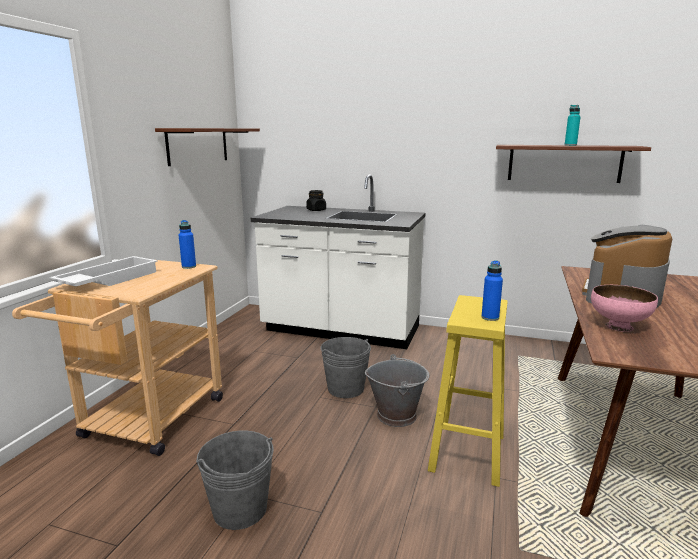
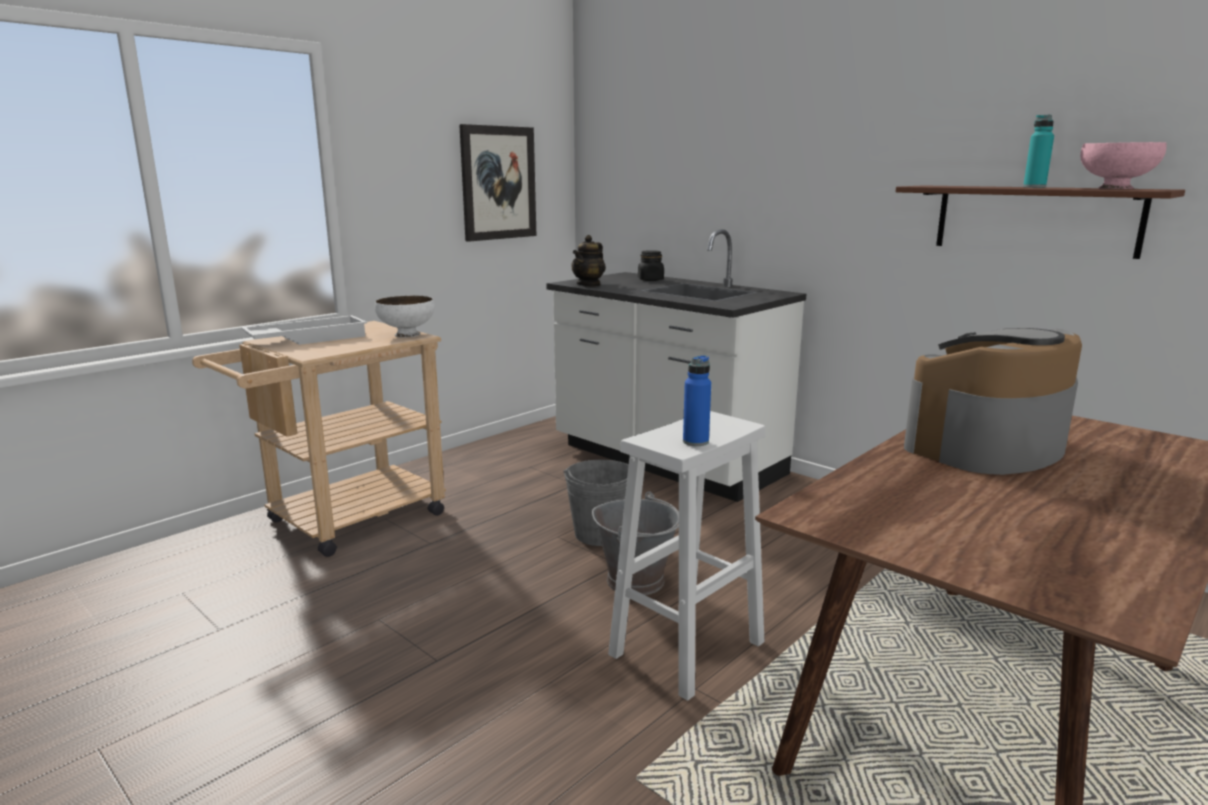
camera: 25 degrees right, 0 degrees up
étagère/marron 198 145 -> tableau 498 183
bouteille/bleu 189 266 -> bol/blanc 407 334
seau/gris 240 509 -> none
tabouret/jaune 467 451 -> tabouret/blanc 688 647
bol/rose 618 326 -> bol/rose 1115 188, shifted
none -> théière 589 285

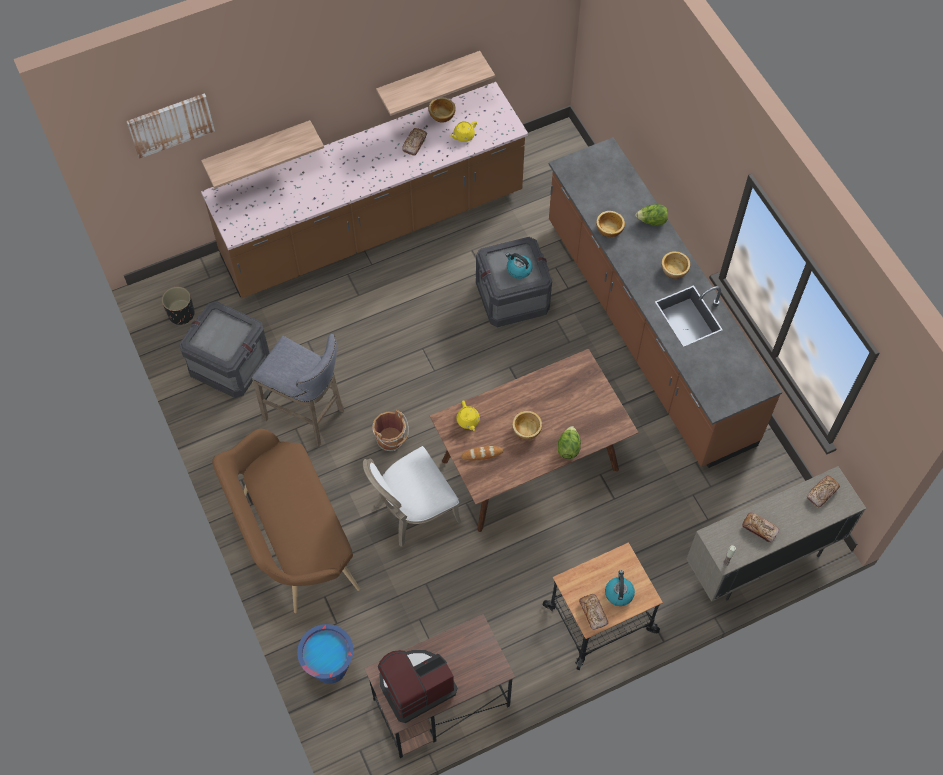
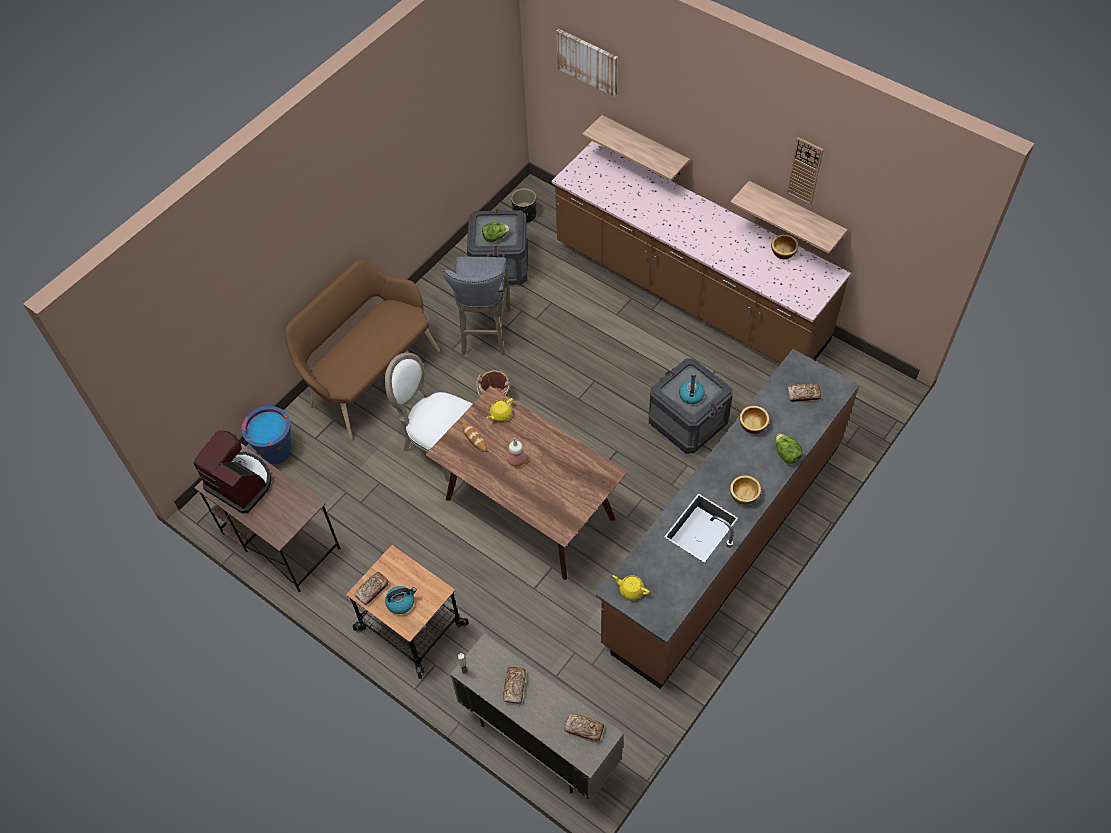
camera: 65 degrees right, 5 degrees down
pain 414 144 -> pain 803 395, shifted
théière/jaune 463 136 -> théière/jaune 631 589, shifted
bol 527 430 -> bouteille 516 460
laitue 568 448 -> laitue 495 237, shifted
none -> horloge murale 805 171

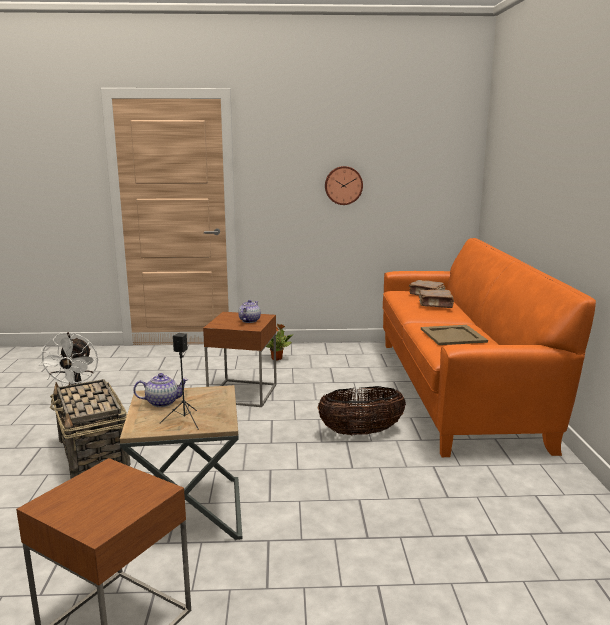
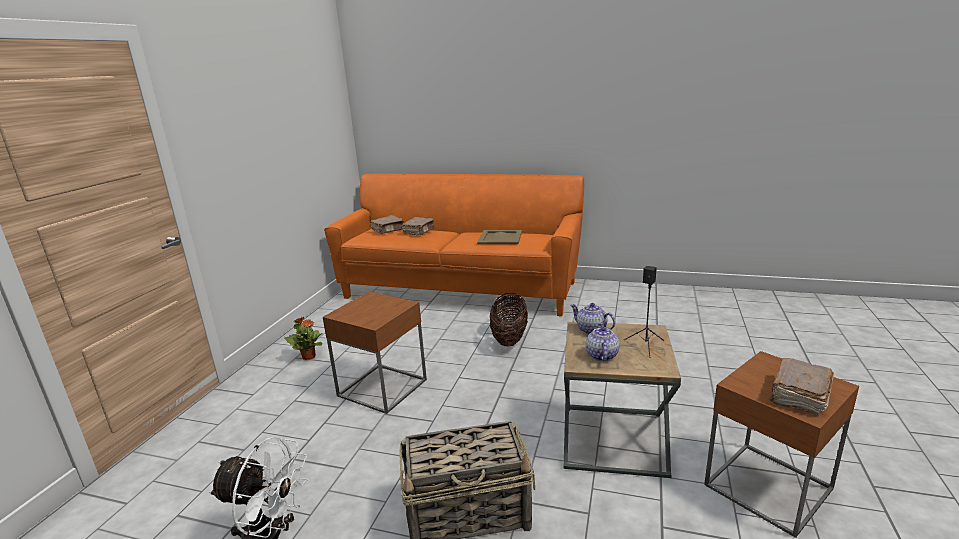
camera: 70 degrees left, 5 degrees up
théière 249 320 -> théière 591 330, shifted
horloge murale 343 185 -> none
none -> livre/marron 798 396

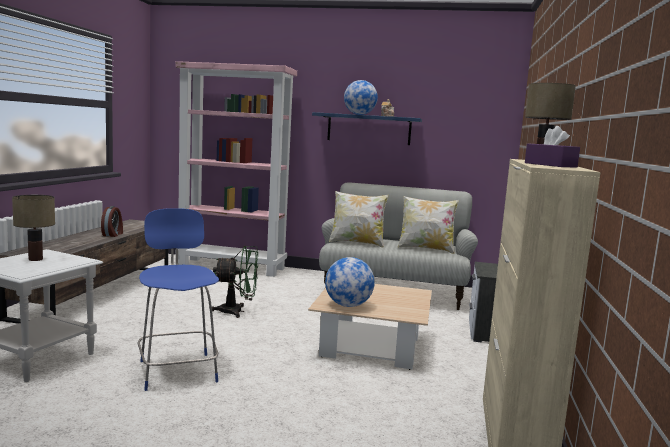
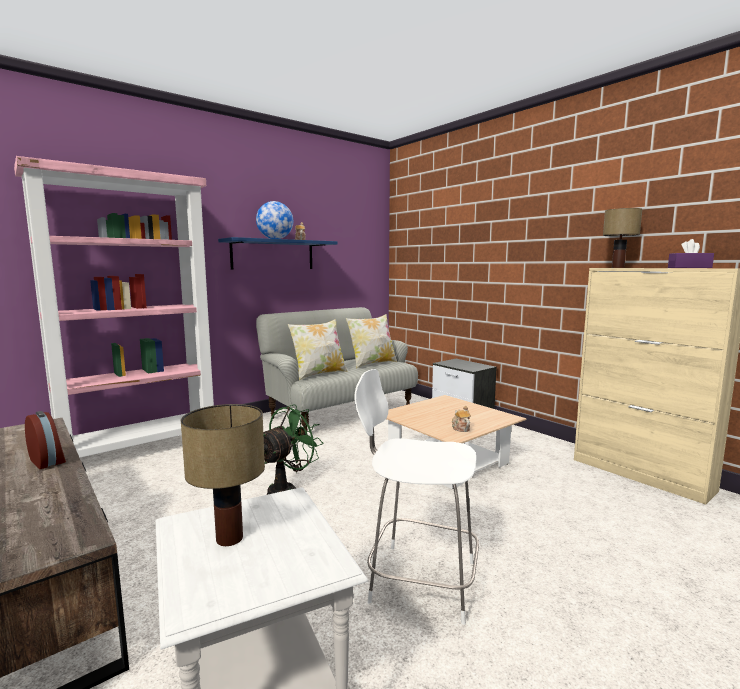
camera: 50 degrees left, 0 degrees up
tabouret/bleu 177 369 -> tabouret/blanc 419 580
globe 348 305 -> théière 460 428

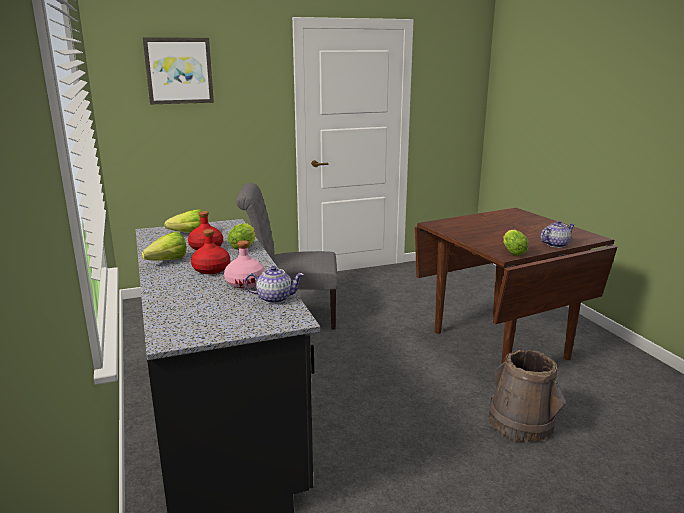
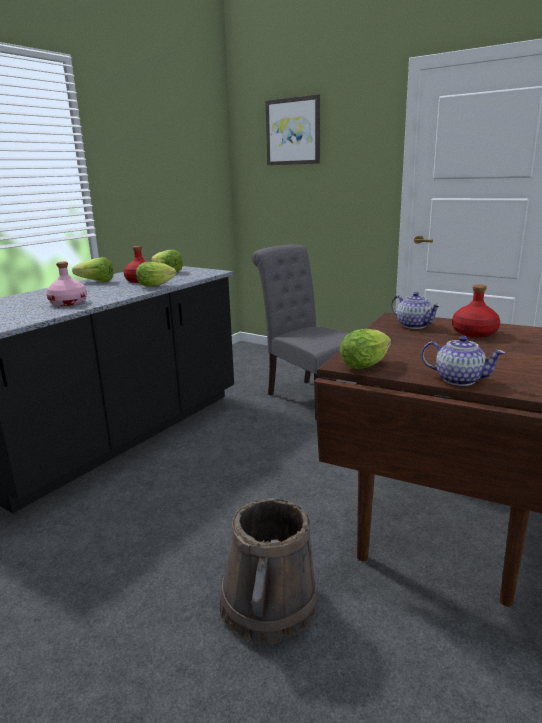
camera: 55 degrees right, 0 degrees up
bouteille/rouge 212 269 -> bouteille/rouge 474 333, shifted
théière 274 298 -> théière 413 325, shifted

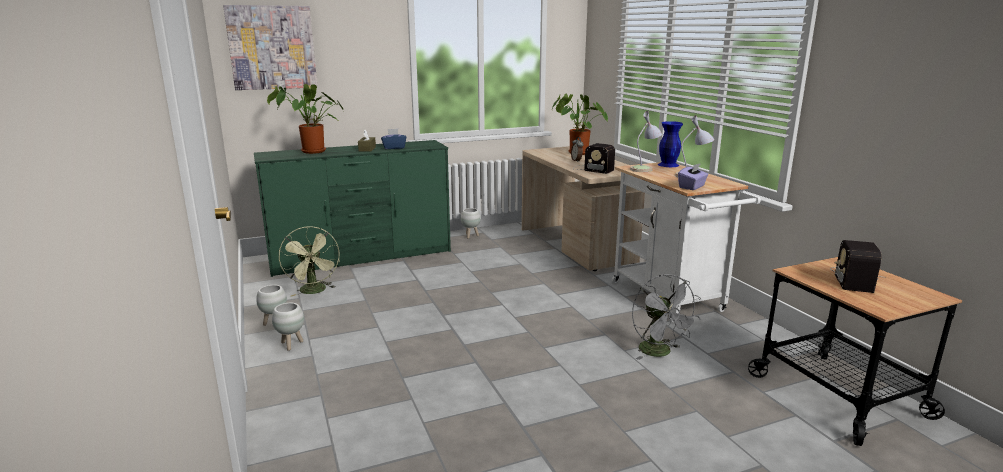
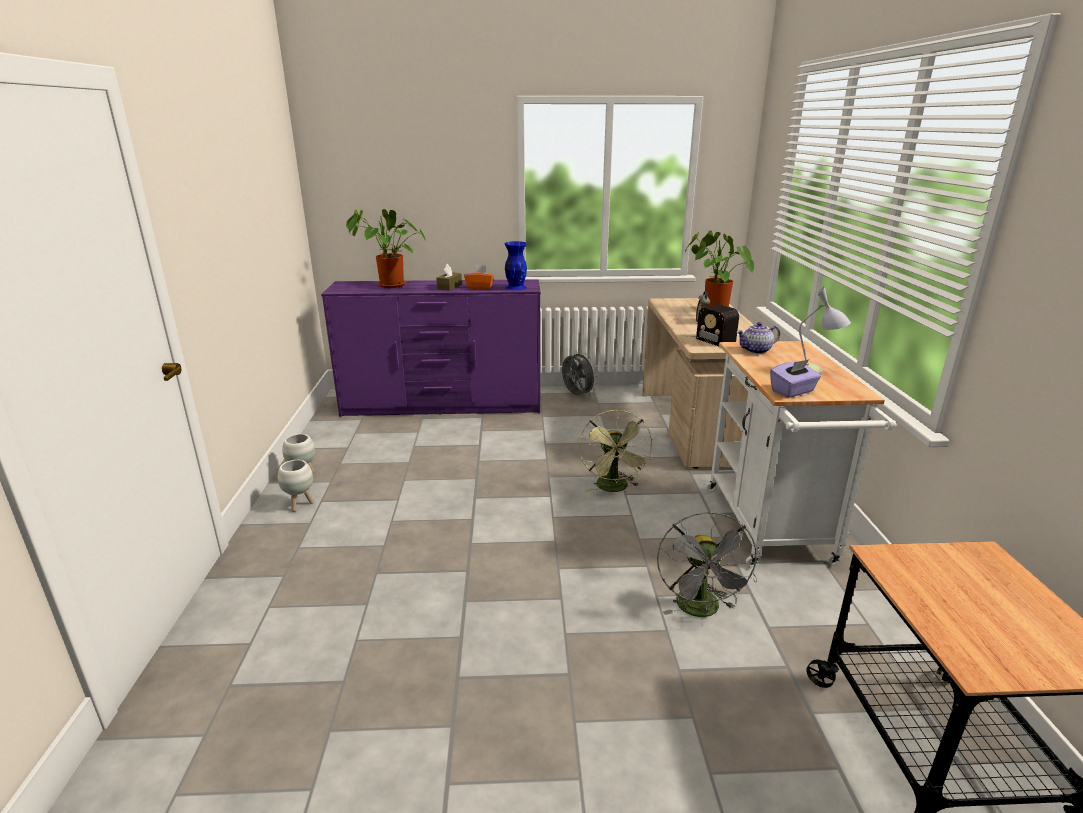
camera: 20 degrees right, 5 degrees up
tableau 272 47 -> none
commode/vert 362 256 -> commode/violet 443 405
ventilateur/vert 314 291 -> ventilateur/vert 614 488, shifted
boîte à mouchoirs/bleu 394 148 -> boîte à mouchoirs/orange 479 287
cache-pot/blanc 470 236 -> ventilateur/gris 576 395
lampe de table 644 169 -> théière 756 351
vase/bleu 667 165 -> vase/bleu 515 287, shifted
radio 853 278 -> none

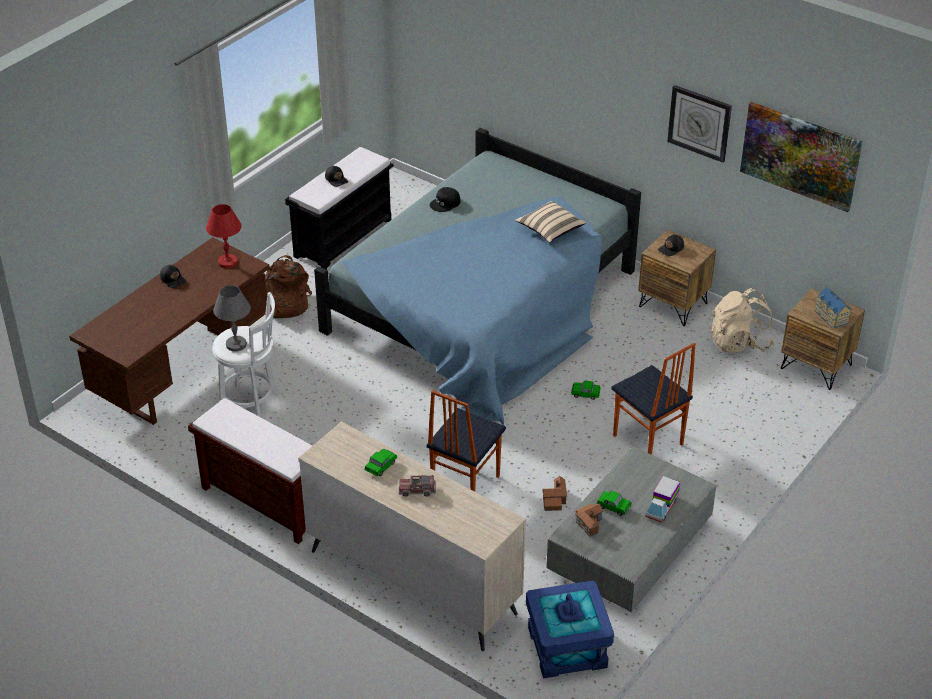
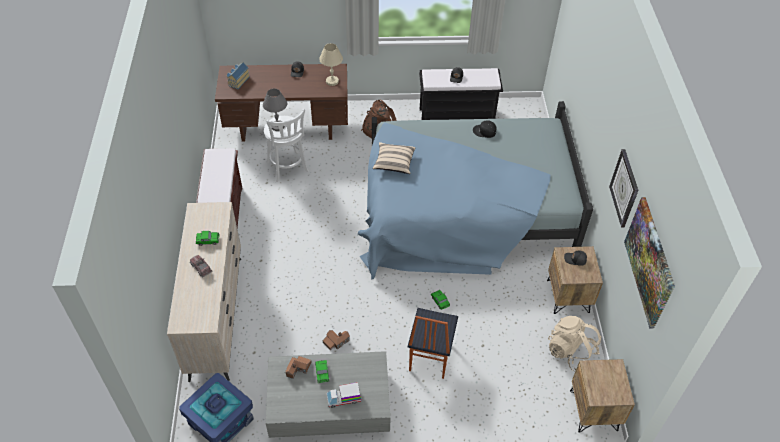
camera: 50 degrees right, 10 degrees up
lampe de table/rouge 228 262 -> lampe de table/beige 332 81
chaise 464 484 -> none
coussin/beige 550 230 -> coussin/beige 394 163, shifted
maison miniature 830 317 -> maison miniature 238 81, shifted

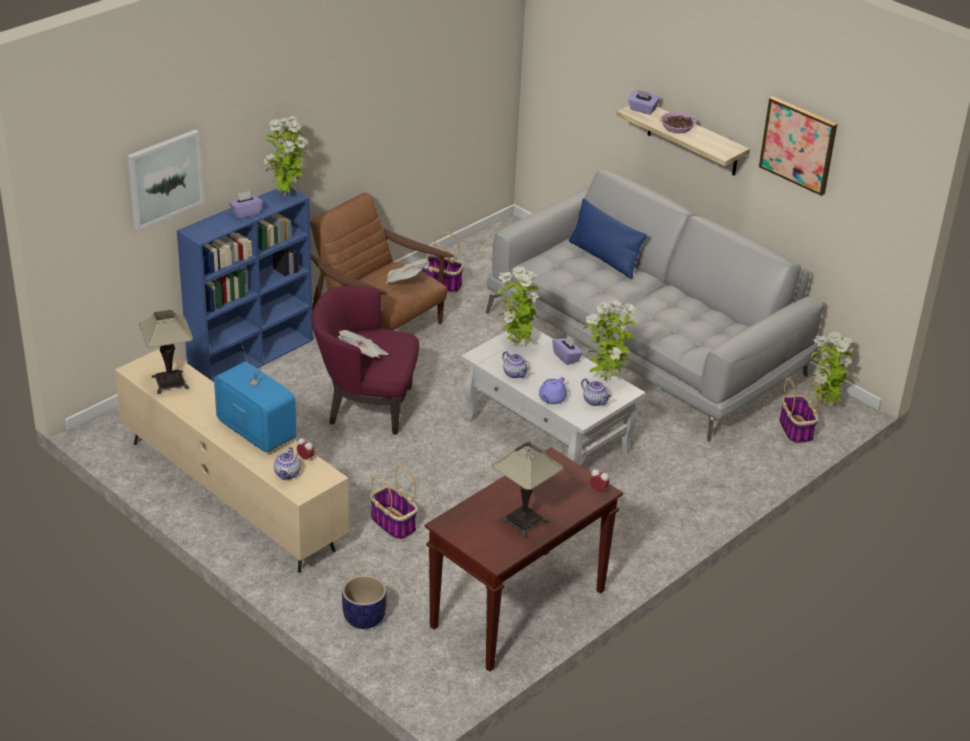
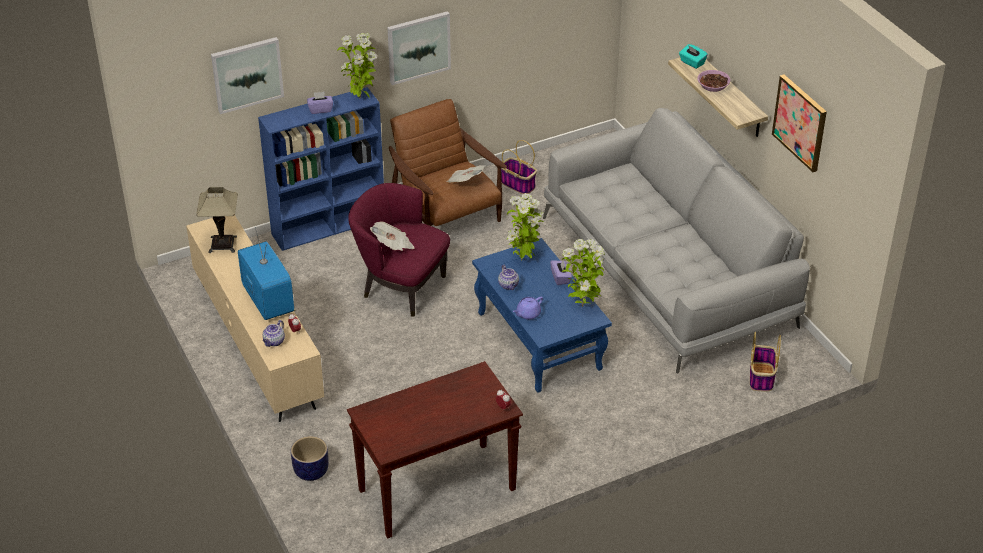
camera: 20 degrees right, 5 degrees up
panier 394 524 -> none
table basse/blanc 548 435 -> table basse/bleu 539 341
lampe de table 524 521 -> none
coussin/bleu 604 258 -> none
théière 595 401 -> none
boîte à mouchoirs/violet 642 110 -> boîte à mouchoirs/turquoise 692 63
plante en pot 823 407 -> none
none -> tableau 418 47

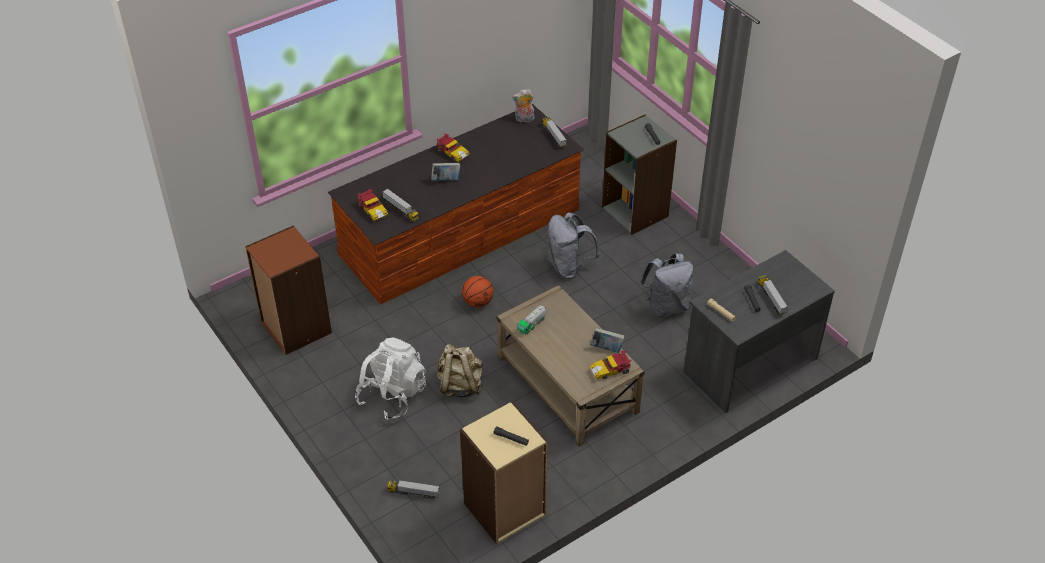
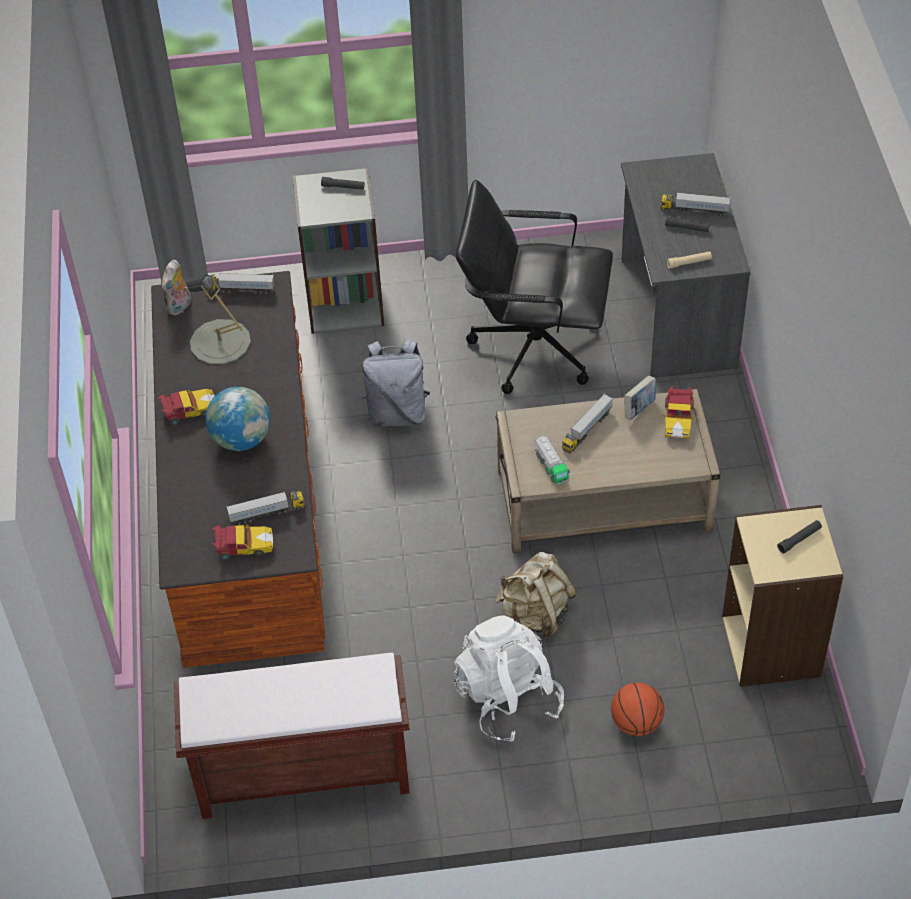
camera: 60 degrees left, 5 degrees up
bibliothèque/marron 295 328 -> banc/marron 301 774
camion jouet 413 493 -> camion jouet 587 430, shifted
livre 446 180 -> globe 242 439
ballon de basket 477 302 -> ballon de basket 636 723, shifted
sac à dos/gris 666 306 -> chaise de bureau/noir 533 347
none -> lampe de table/gris 220 342

